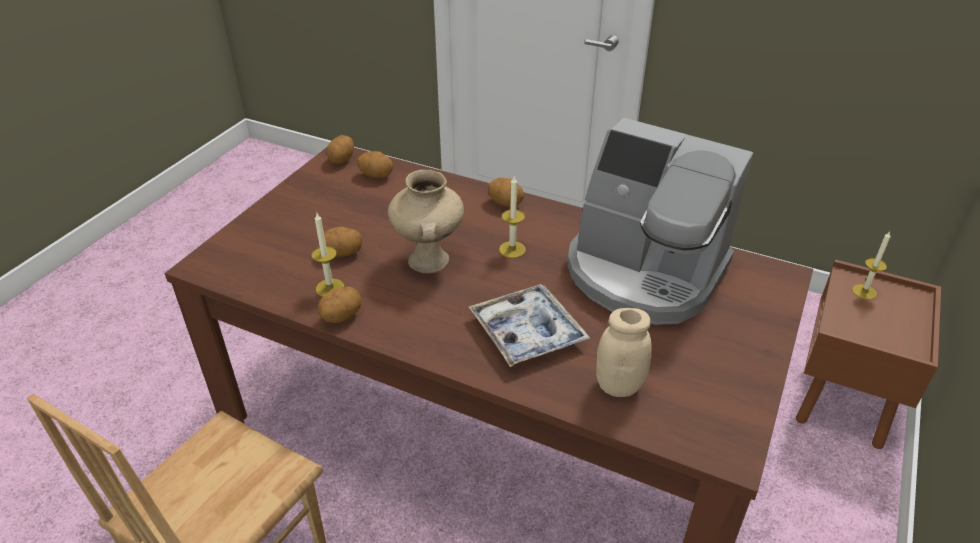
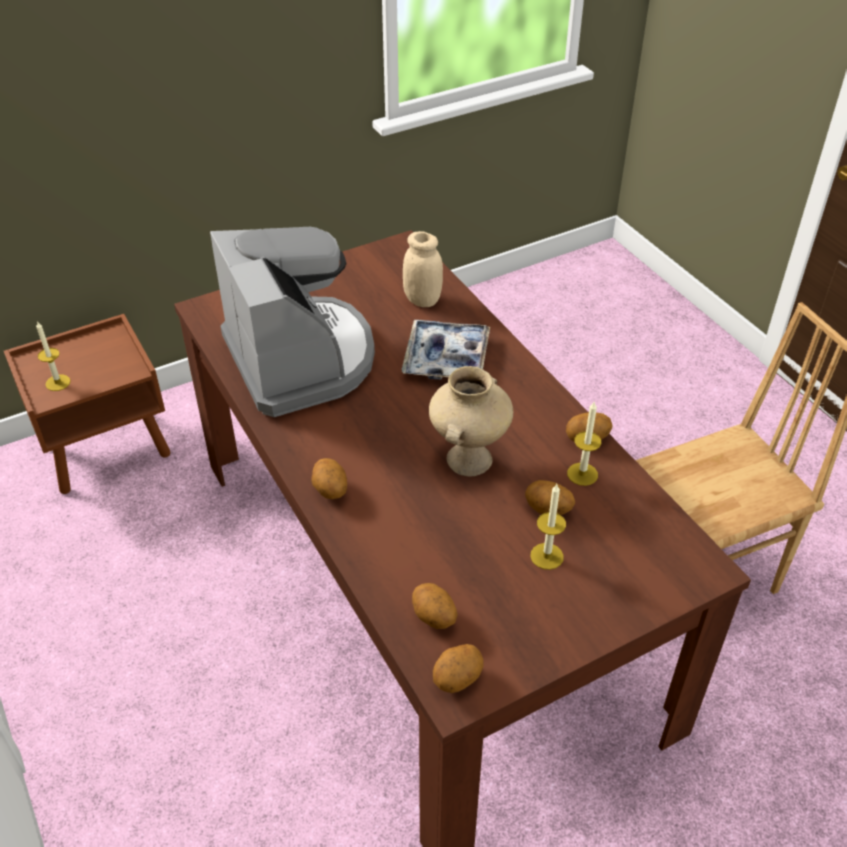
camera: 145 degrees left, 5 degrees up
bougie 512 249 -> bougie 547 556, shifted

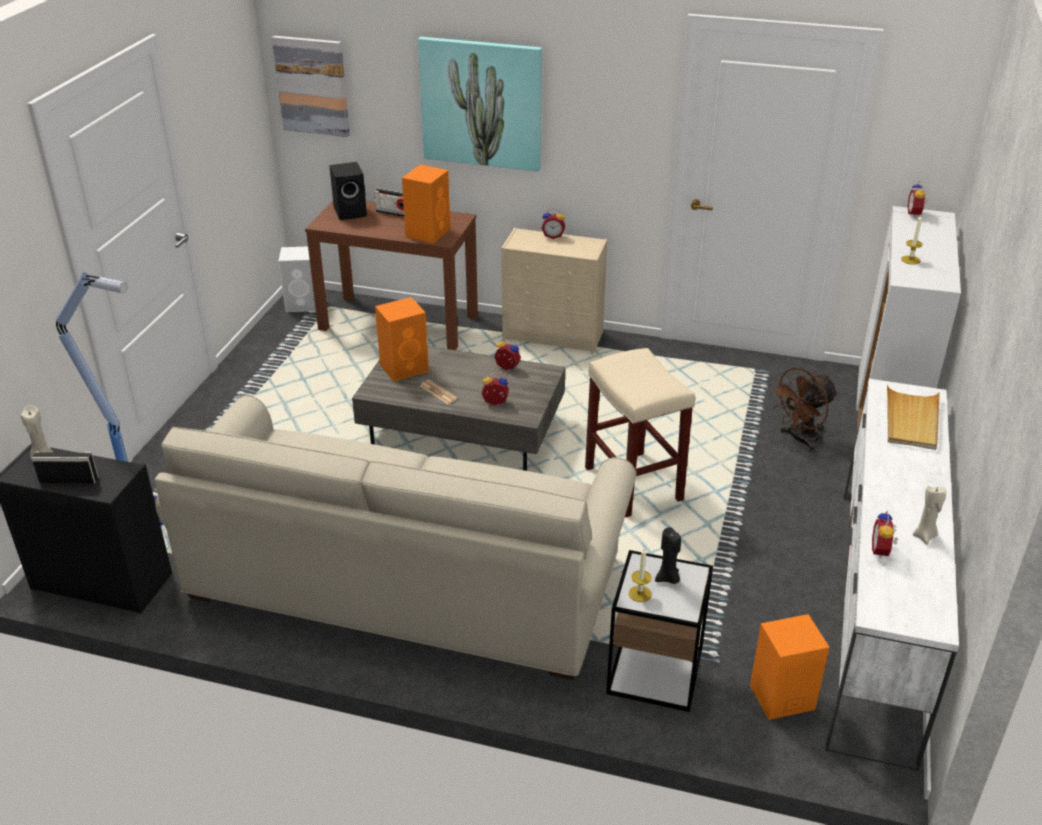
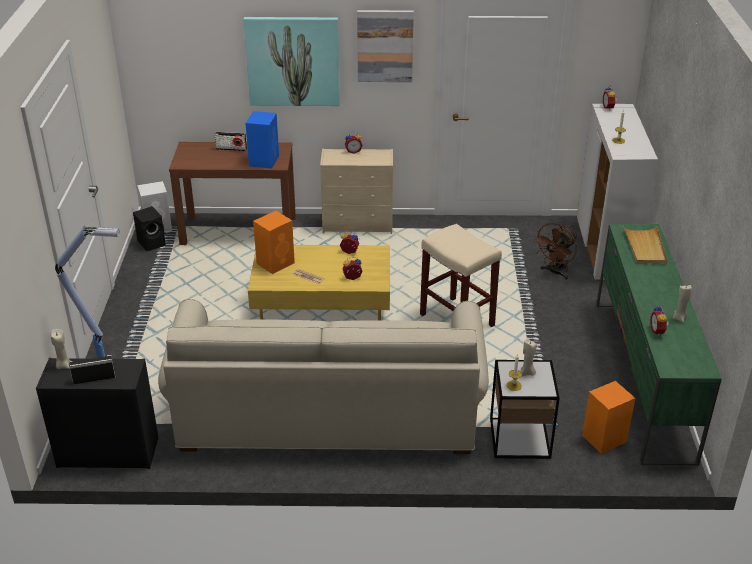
camera: 15 degrees left, 0 degrees up
tableau 312 86 -> tableau 385 46, shifted
enceinte/noir 351 212 -> enceinte/noir 152 243, shifted
table basse/gris 461 430 -> table basse/jaune 321 303
enceinte/orange 428 232 -> enceinte/bleu 264 160
bougie/noir 668 578 -> bougie/beige 527 373
meuble télé/blanc 875 614 -> meuble télé/vert 642 377

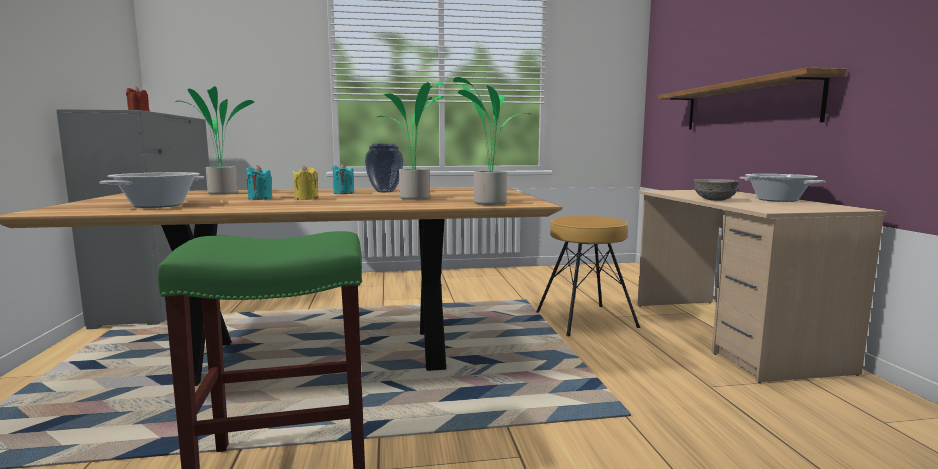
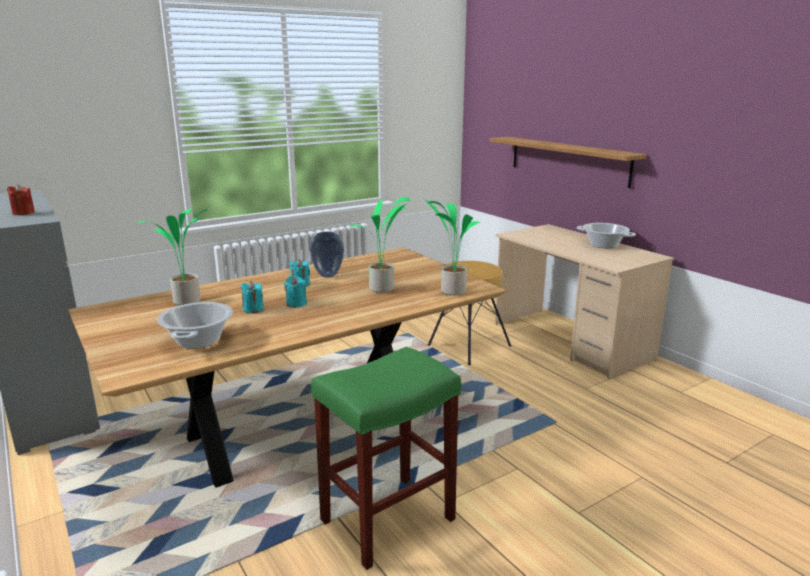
camera: 25 degrees left, 10 degrees up
bougie/jaune 306 199 -> bougie/turquoise 296 304
bol/gris 714 199 -> none

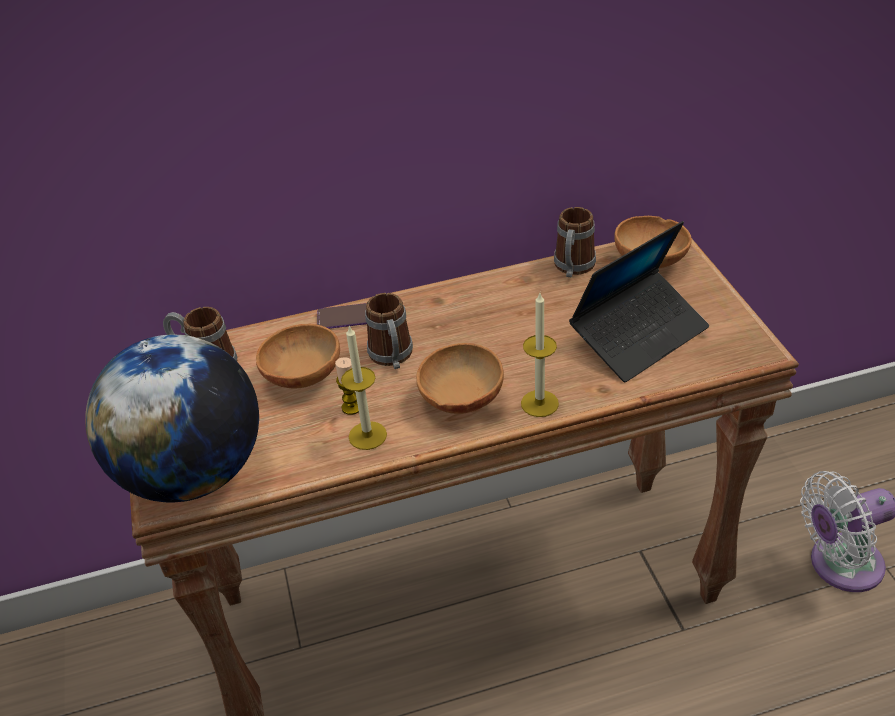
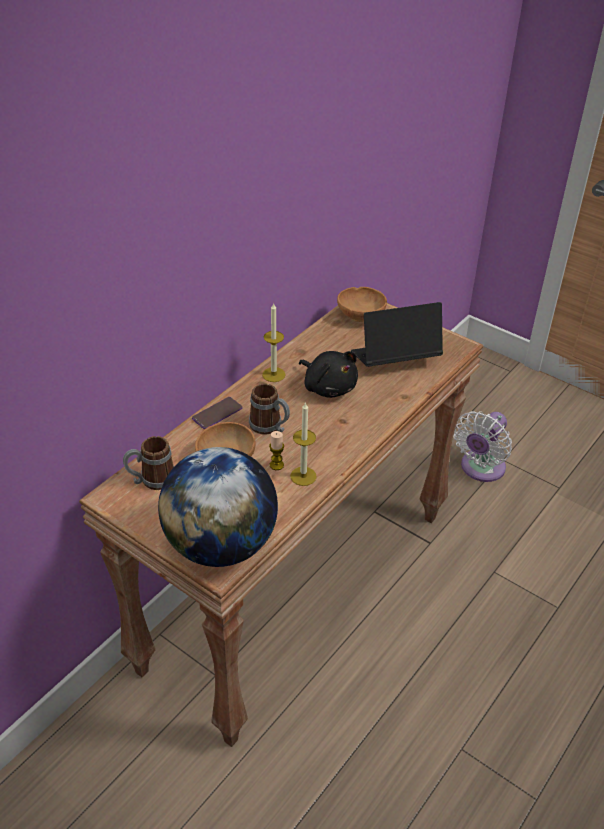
camera: 40 degrees left, 0 degrees up
bol/marron 460 400 -> none
bougie 539 403 -> bougie 273 374, shifted
mug 573 268 -> none
ordinateur portable 639 335 -> ordinateur portable 394 360, 120 degrees counterclockwise
none -> peluche/noir 328 387

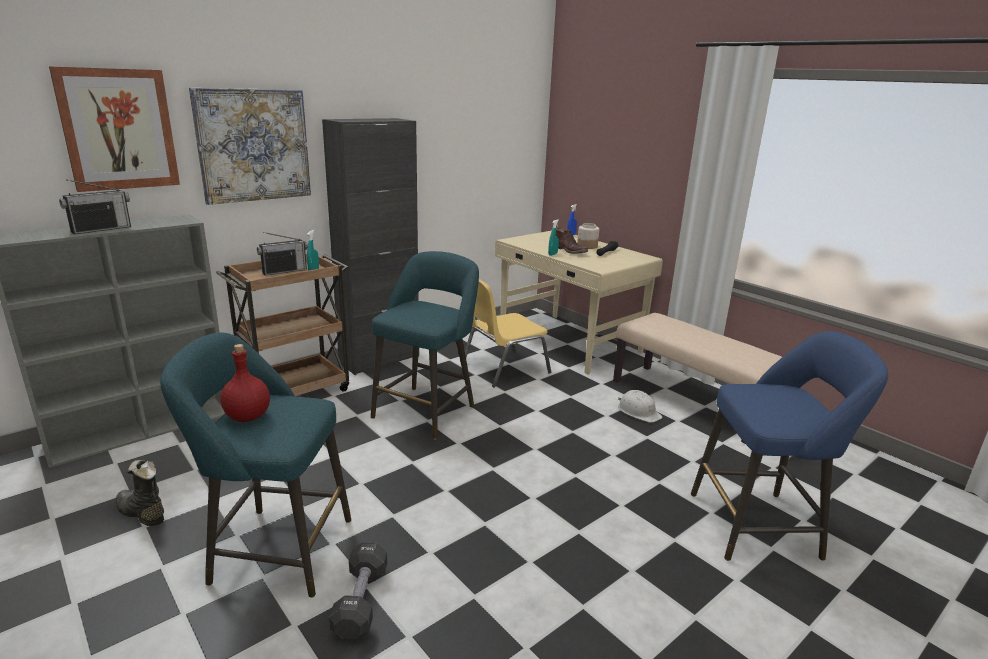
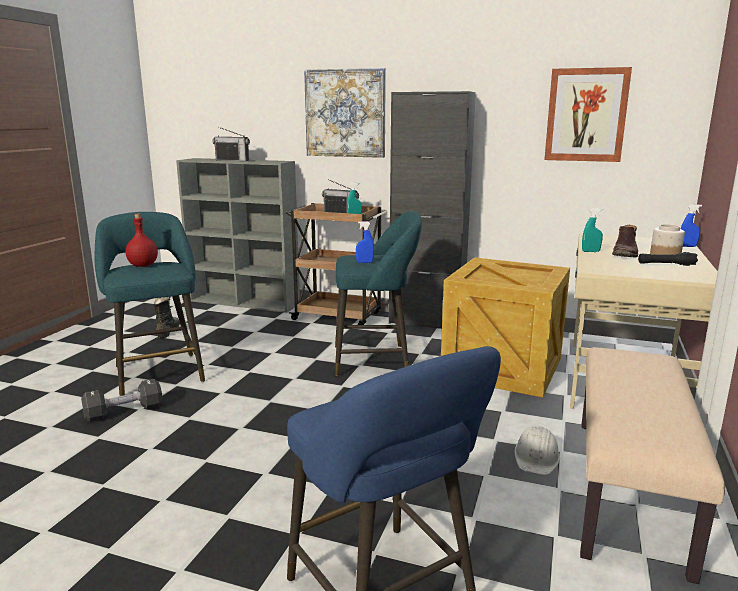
camera: 60 degrees right, 5 degrees down
tableau 118 129 -> tableau 586 115, shifted
chaise/jaune 503 368 -> caisse 501 366
none -> vaporisateur/bleu 364 262

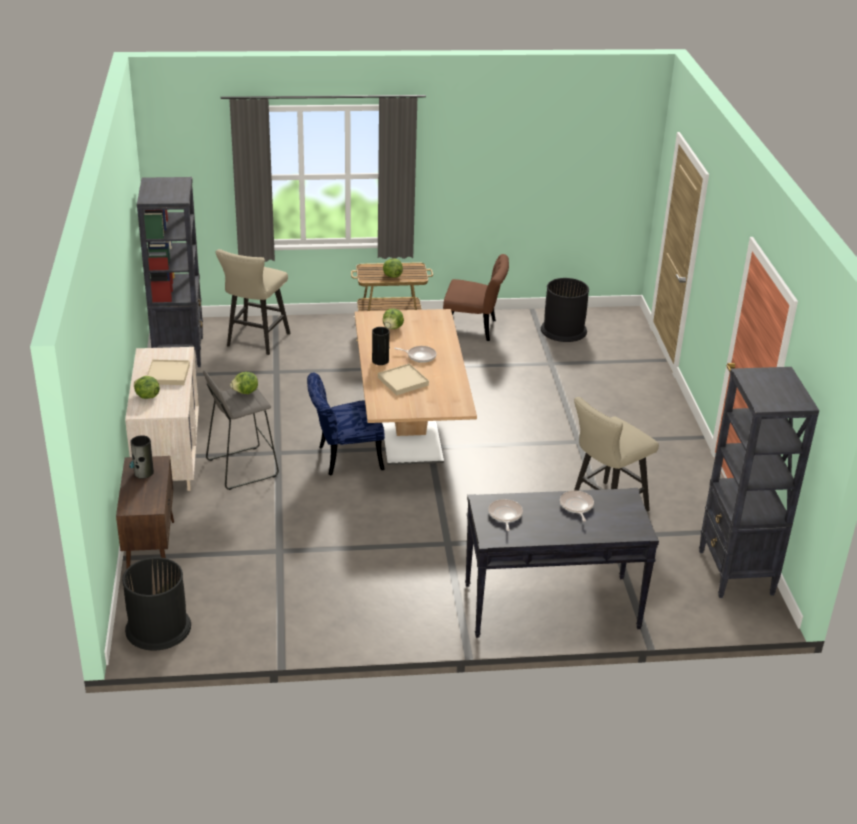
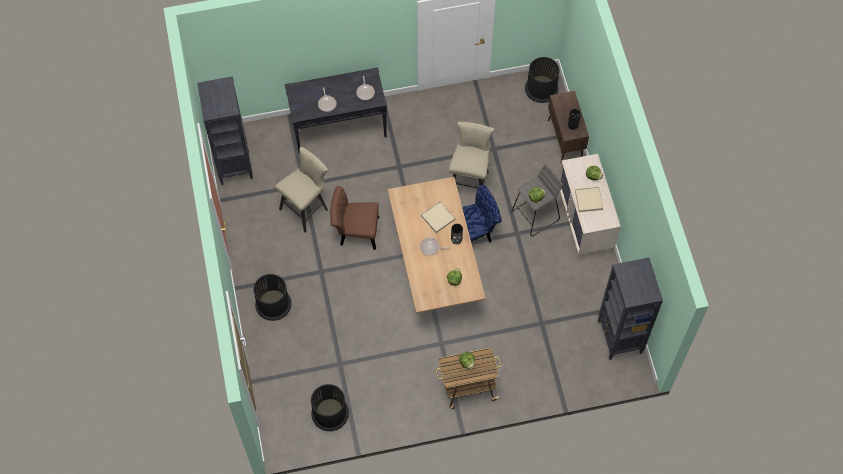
camera: 175 degrees right, 30 degrees up
tabouret/beige 255 341 -> tabouret/beige 469 180, shifted
chaise/marron 474 329 -> chaise/marron 355 231, shifted
none -> poubelle/noir 273 304

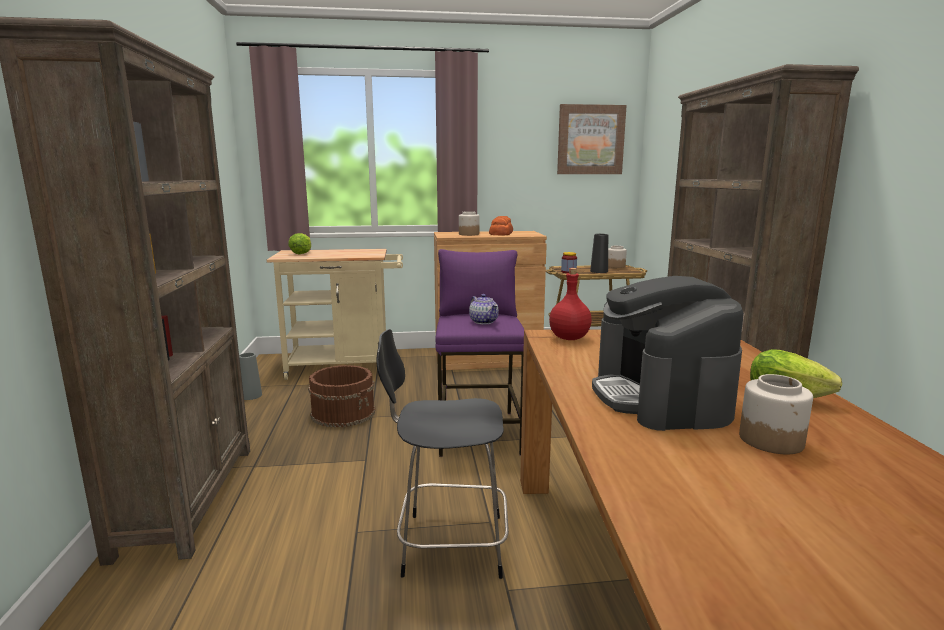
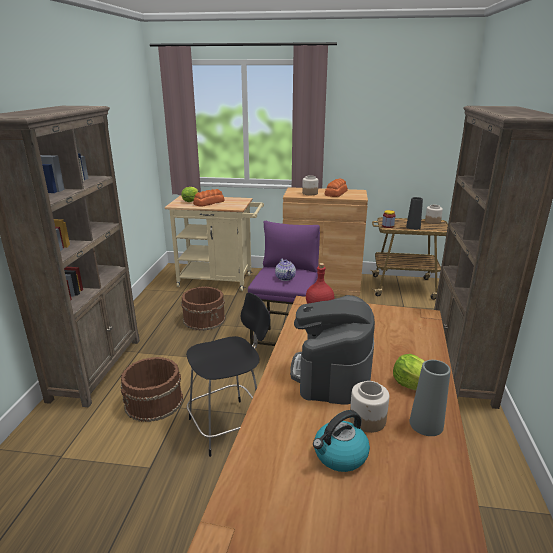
camera: 15 degrees right, 10 degrees up
vase/gris 251 396 -> vase/gris 426 424, shifted
chaise/noir 448 544 -> chaise/noir 229 425, 135 degrees clockwise
tableau 590 140 -> none
none -> seau/marron 154 402
none -> pain 208 203
none -> bouilloire 340 455

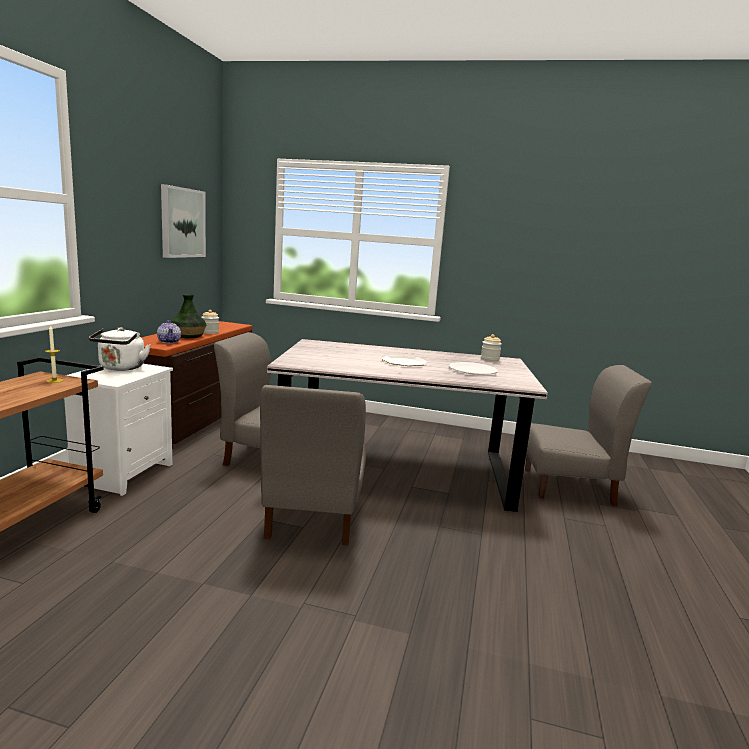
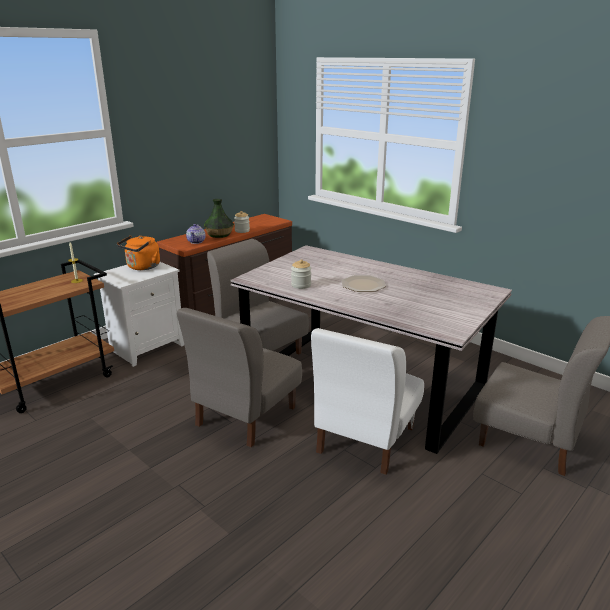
camera: 30 degrees right, 10 degrees up
bouilloire/blanc 121 368 -> bouilloire/orange 142 267
tableau 182 223 -> none
assiette/blanc 472 370 -> none
bocal 489 359 -> bocal 301 285, shifted
none -> chaise/blanc 365 439

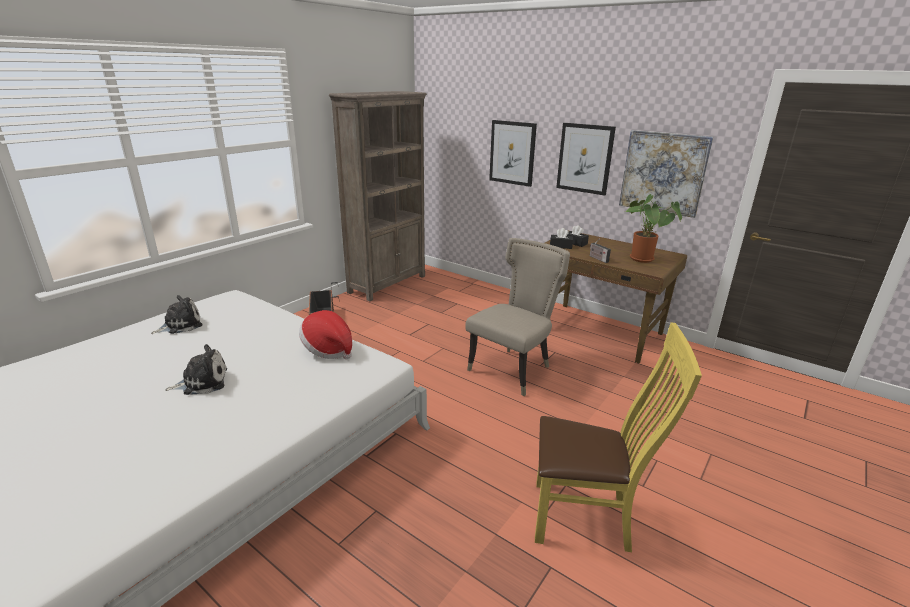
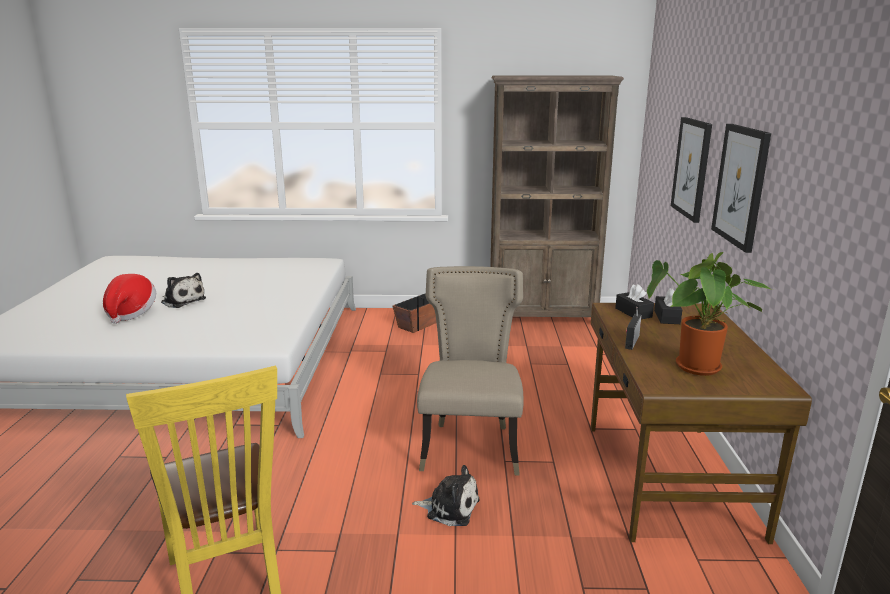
camera: 55 degrees right, 5 degrees down
peluche 180 325 -> peluche 450 508, shifted
chapeau 328 349 -> chapeau 130 313, shifted
chaise/beige 513 369 -> chaise/beige 471 446, 90 degrees counterclockwise
tableau 663 173 -> none

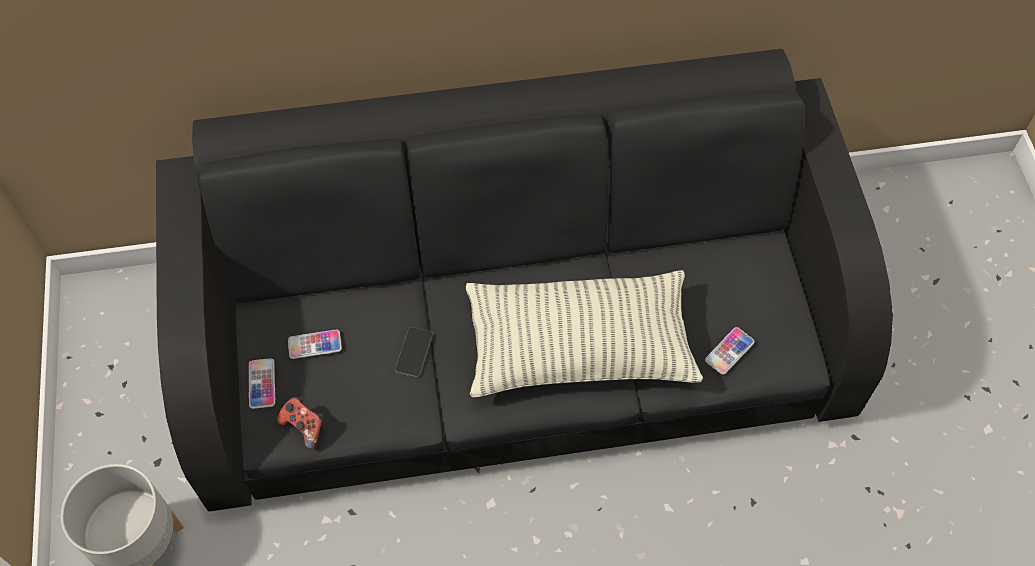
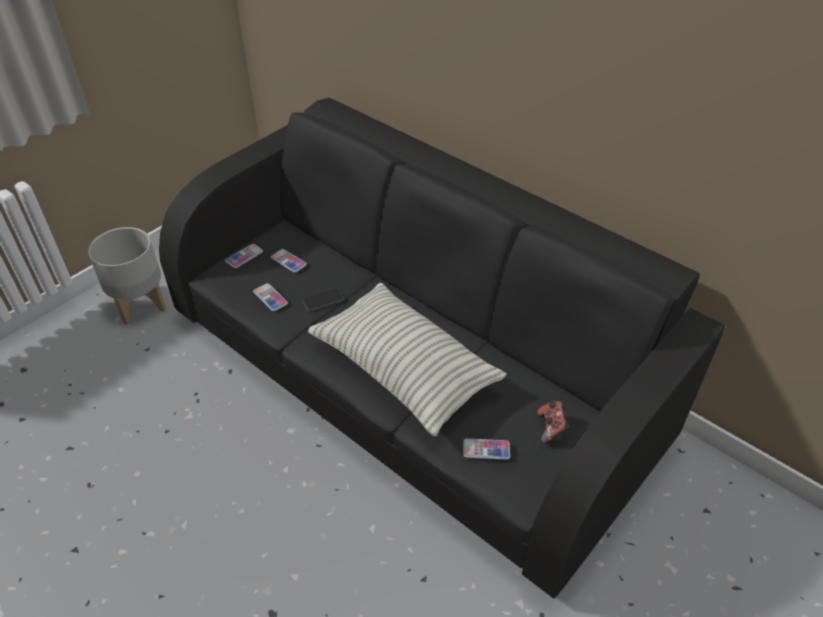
camera: 50 degrees right, 15 degrees down
manette 304 426 -> manette 551 428, shifted
none -> téléphone 270 298

